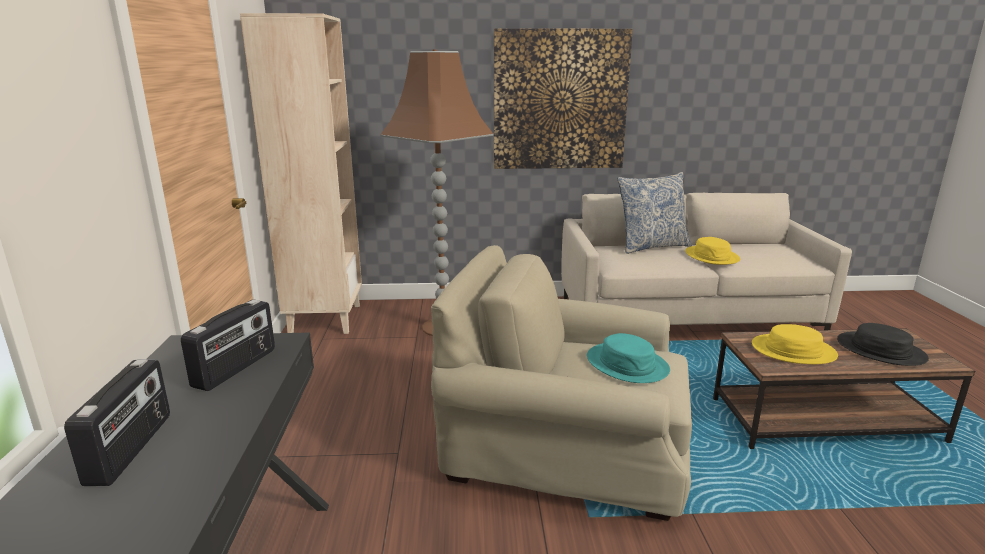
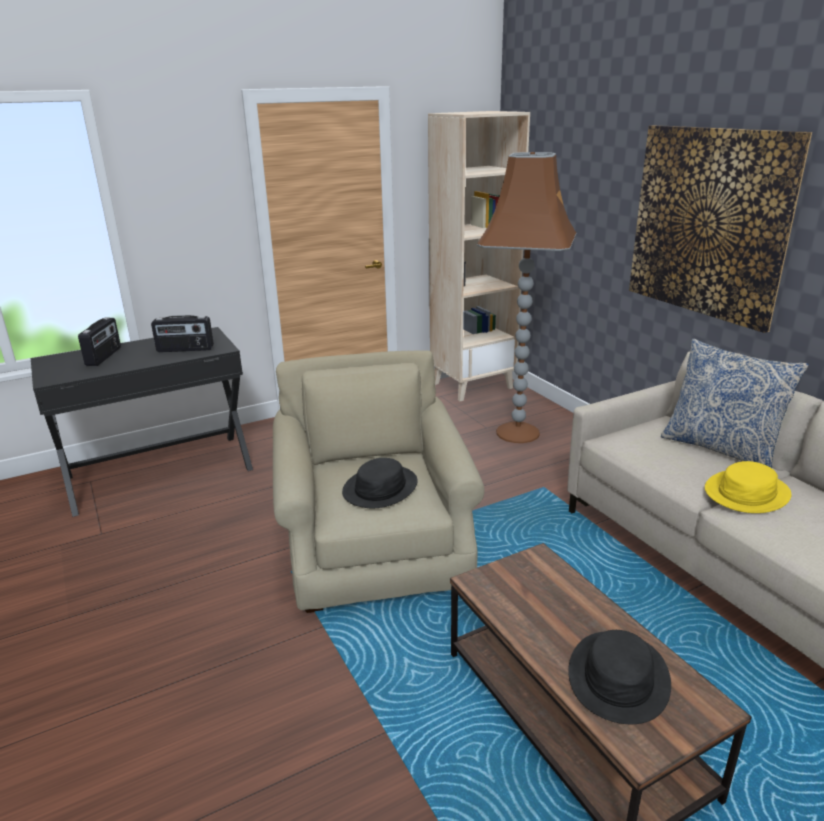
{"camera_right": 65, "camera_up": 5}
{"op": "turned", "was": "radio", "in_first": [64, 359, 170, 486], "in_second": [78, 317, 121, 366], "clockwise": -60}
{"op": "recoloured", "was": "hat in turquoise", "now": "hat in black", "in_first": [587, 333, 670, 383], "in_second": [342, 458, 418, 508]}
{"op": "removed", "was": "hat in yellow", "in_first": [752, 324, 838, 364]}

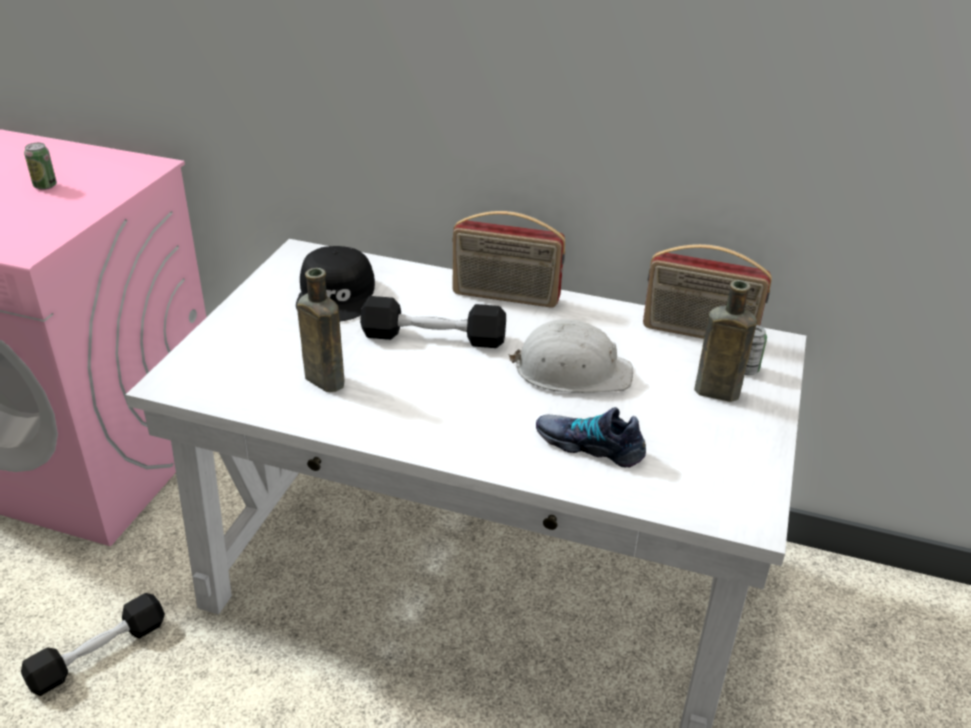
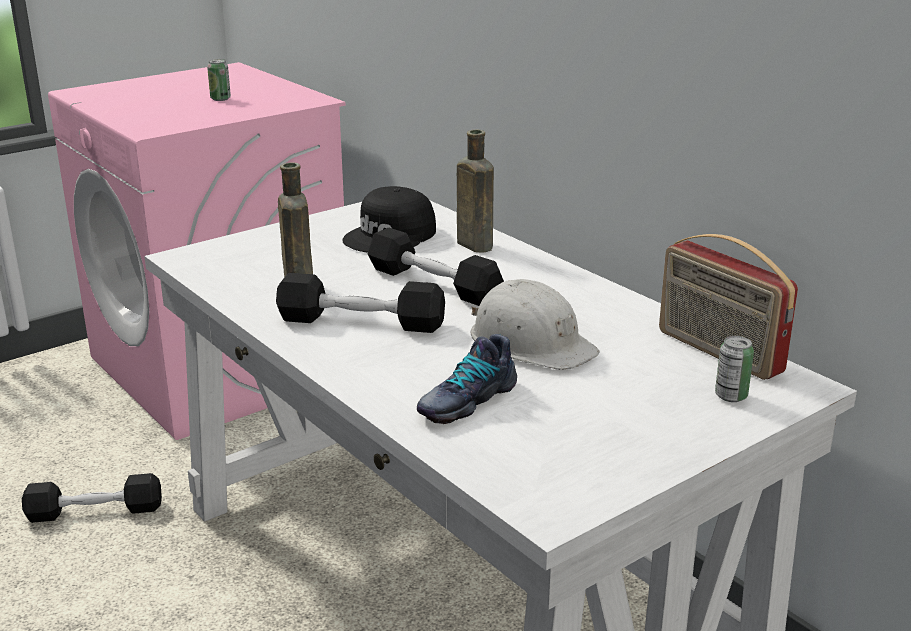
{"camera_right": 35, "camera_up": -10}
{"op": "removed", "was": "radio", "in_first": [452, 211, 565, 308]}
{"op": "turned", "was": "shoe", "in_first": [536, 407, 646, 468], "in_second": [417, 334, 517, 424], "clockwise": -105}
{"op": "moved", "was": "bottle in brown", "in_first": [689, 280, 757, 402], "in_second": [457, 130, 494, 253]}
{"op": "added", "now": "dumbbell in black", "in_second": [276, 273, 445, 333]}

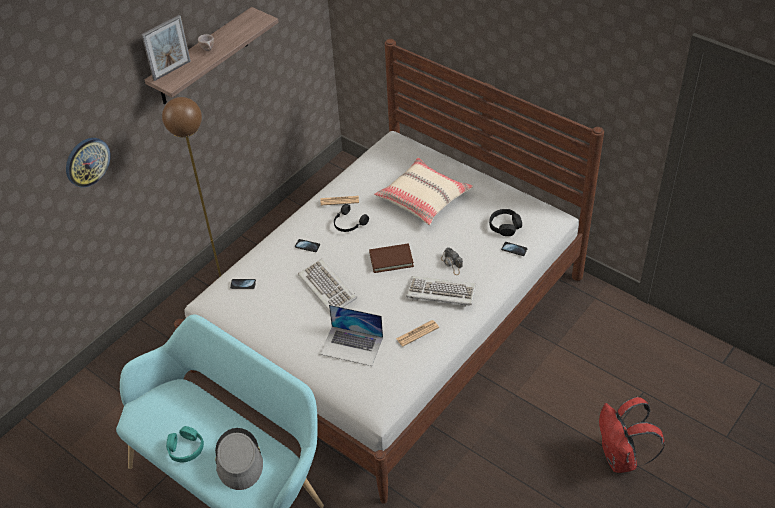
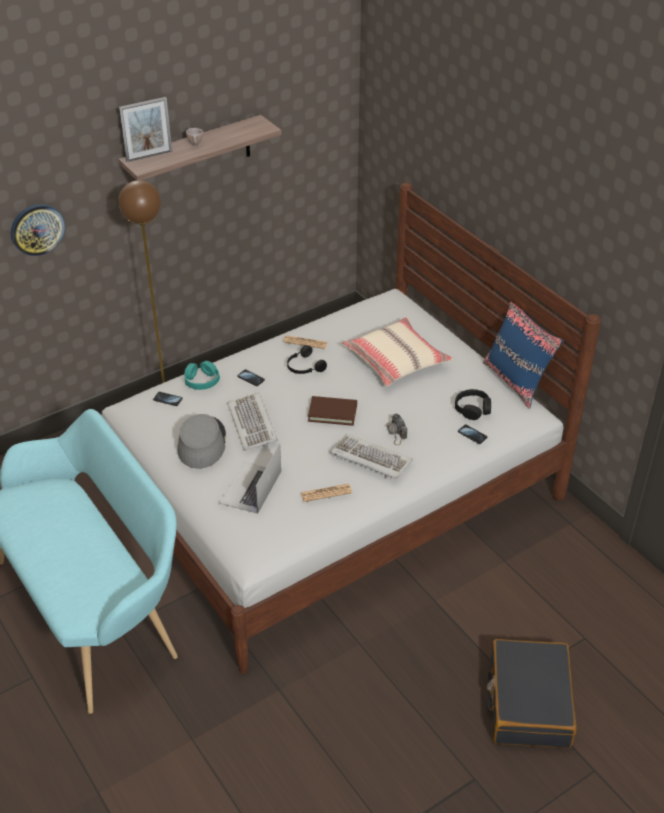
{"camera_right": 15, "camera_up": -5}
{"op": "moved", "was": "headphones in turquoise", "in_first": [166, 426, 204, 462], "in_second": [184, 361, 220, 390]}
{"op": "moved", "was": "hat in grey", "in_first": [215, 428, 263, 490], "in_second": [177, 414, 226, 469]}
{"op": "turned", "was": "laptop", "in_first": [320, 305, 383, 366], "in_second": [219, 444, 281, 514], "clockwise": 75}
{"op": "replaced", "was": "backpack in red", "now": "suitcase in black", "in_first": [599, 397, 665, 473], "in_second": [486, 639, 577, 748]}
{"op": "added", "now": "pillow in blue", "in_second": [483, 301, 563, 409]}

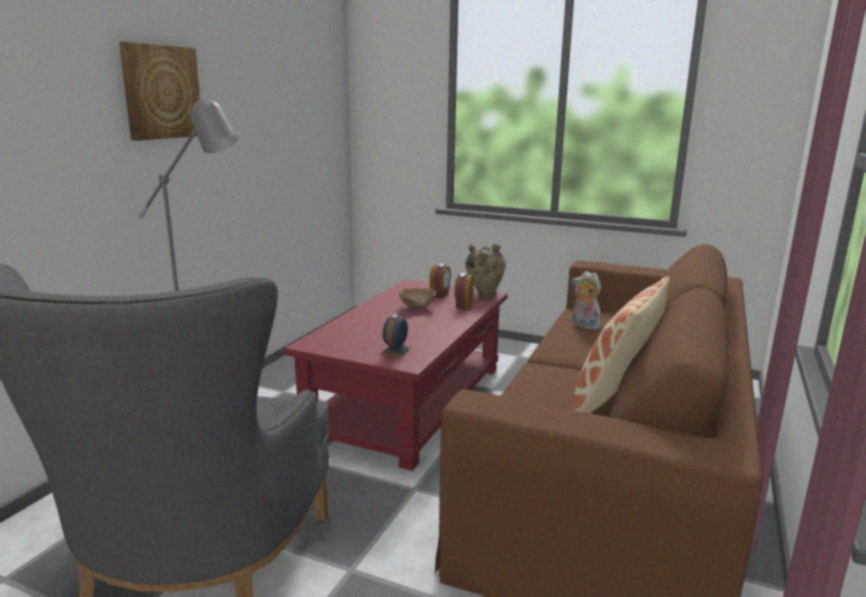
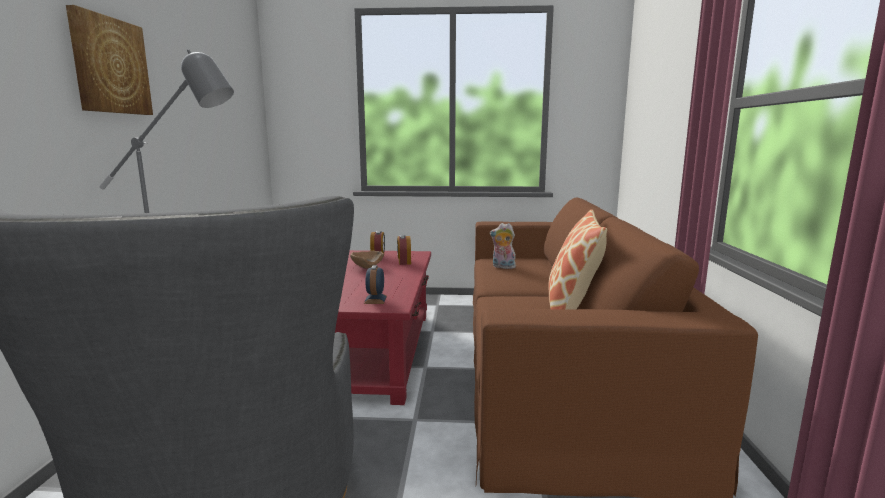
{"camera_right": -20, "camera_up": -5}
{"op": "removed", "was": "vase in beige", "in_first": [465, 244, 506, 297]}

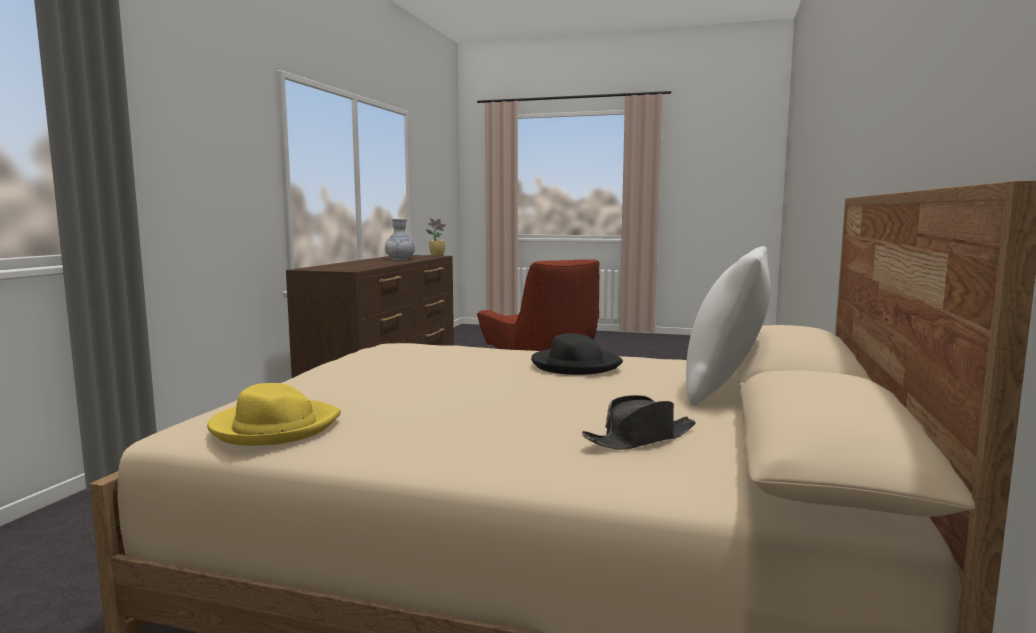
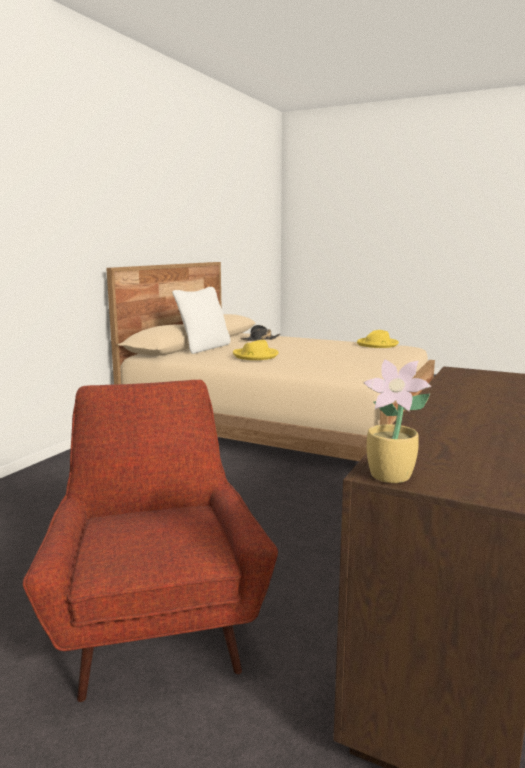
{"camera_right": -170, "camera_up": 5}
{"op": "removed", "was": "vase", "in_first": [385, 219, 415, 260]}
{"op": "recoloured", "was": "hat in black", "now": "hat in yellow", "in_first": [531, 333, 623, 375], "in_second": [233, 340, 279, 360]}

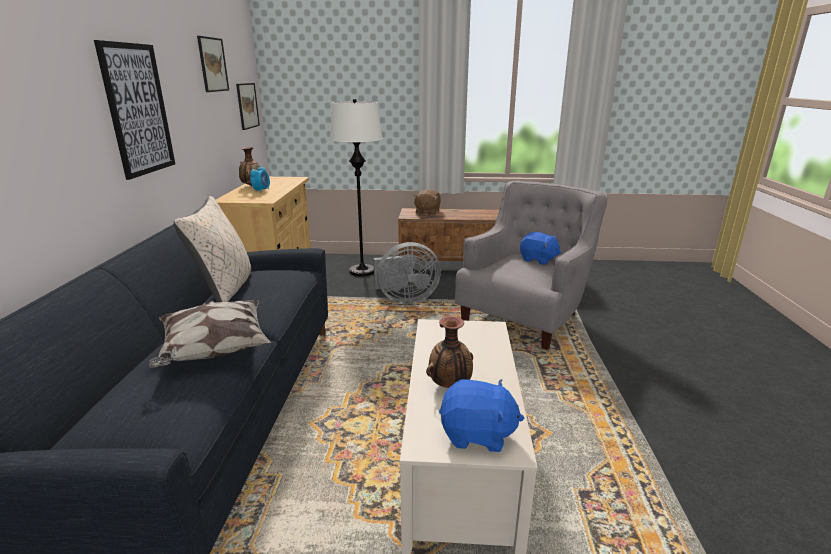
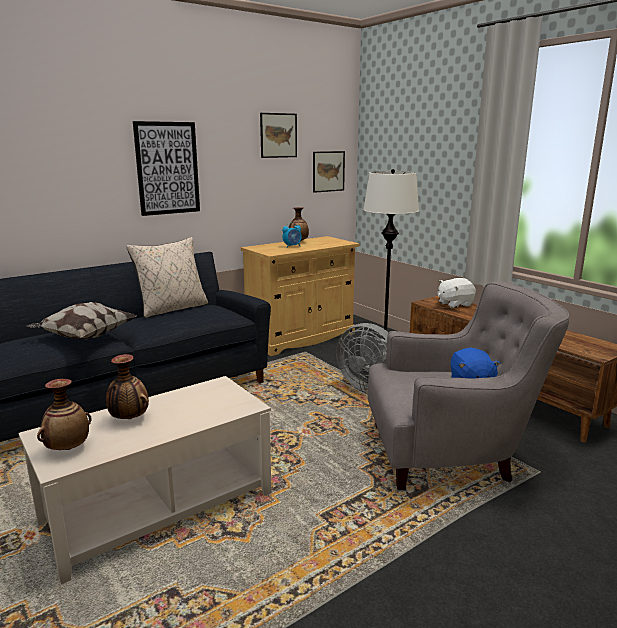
{"camera_right": 50, "camera_up": -5}
{"op": "recoloured", "was": "plush toy in brown", "now": "plush toy in white", "in_first": [413, 189, 441, 215], "in_second": [438, 278, 476, 308]}
{"op": "replaced", "was": "plush toy in blue", "now": "vase", "in_first": [439, 379, 524, 452], "in_second": [37, 379, 92, 450]}

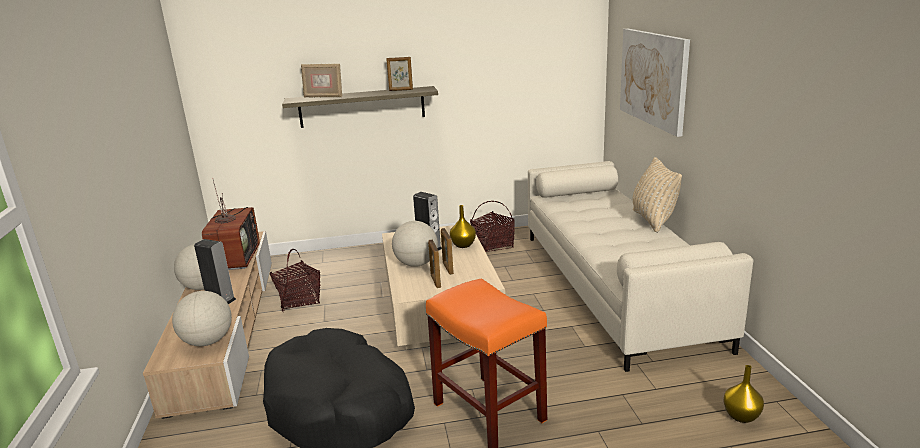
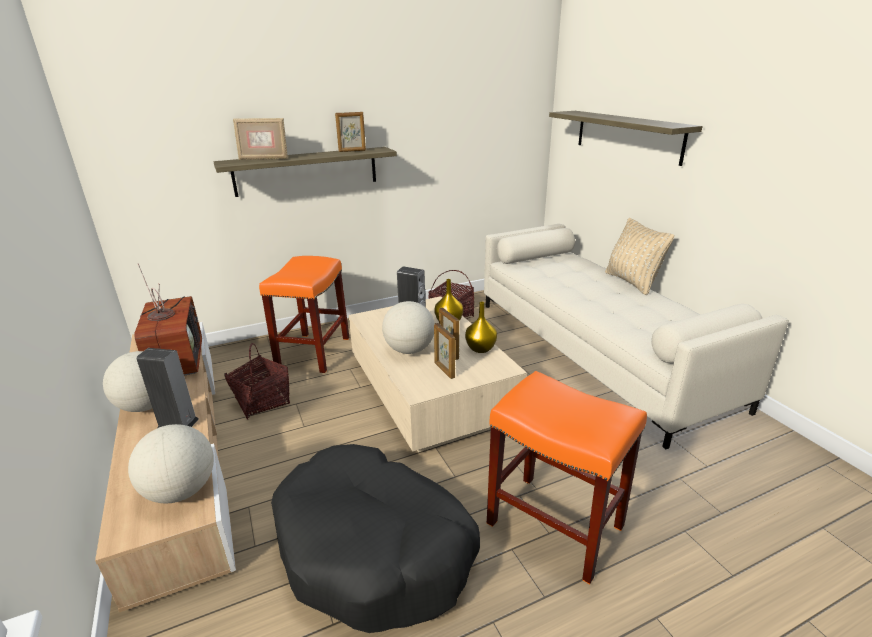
{"camera_right": -15, "camera_up": 5}
{"op": "replaced", "was": "picture", "now": "shelf", "in_first": [620, 29, 690, 137], "in_second": [549, 111, 703, 166]}
{"op": "moved", "was": "vase in yellow", "in_first": [723, 365, 764, 423], "in_second": [465, 302, 497, 353]}
{"op": "added", "now": "stool in orange", "in_second": [259, 256, 349, 373]}

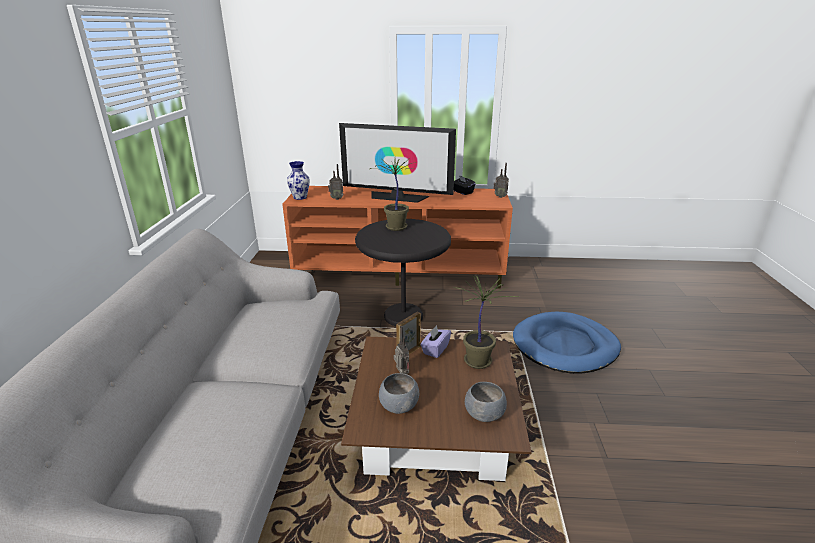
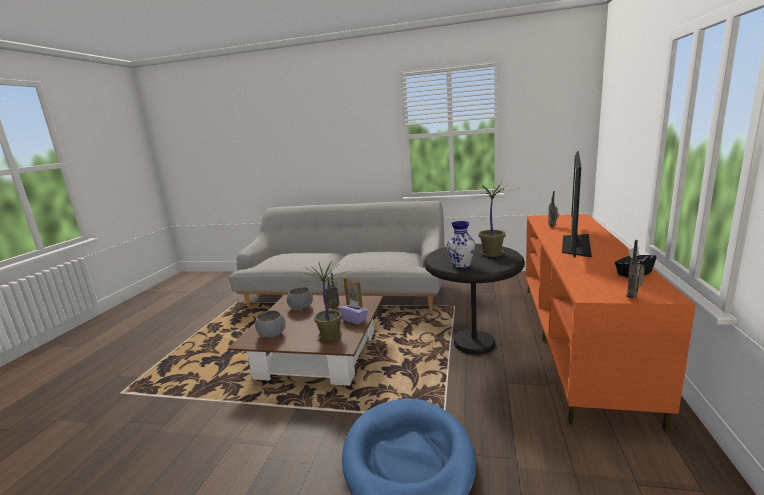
{"camera_right": 100, "camera_up": -10}
{"op": "moved", "was": "vase", "in_first": [287, 161, 310, 200], "in_second": [447, 221, 475, 269]}

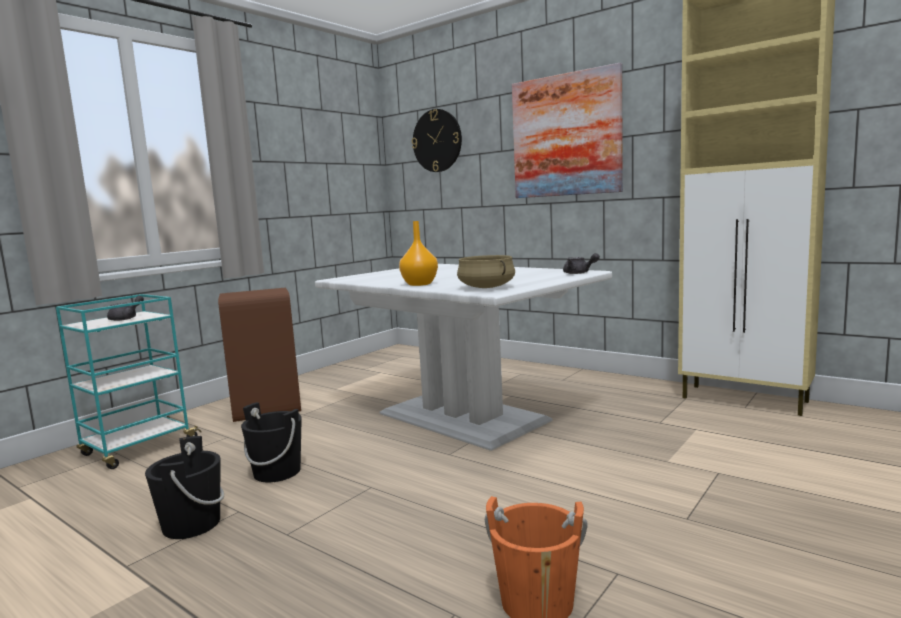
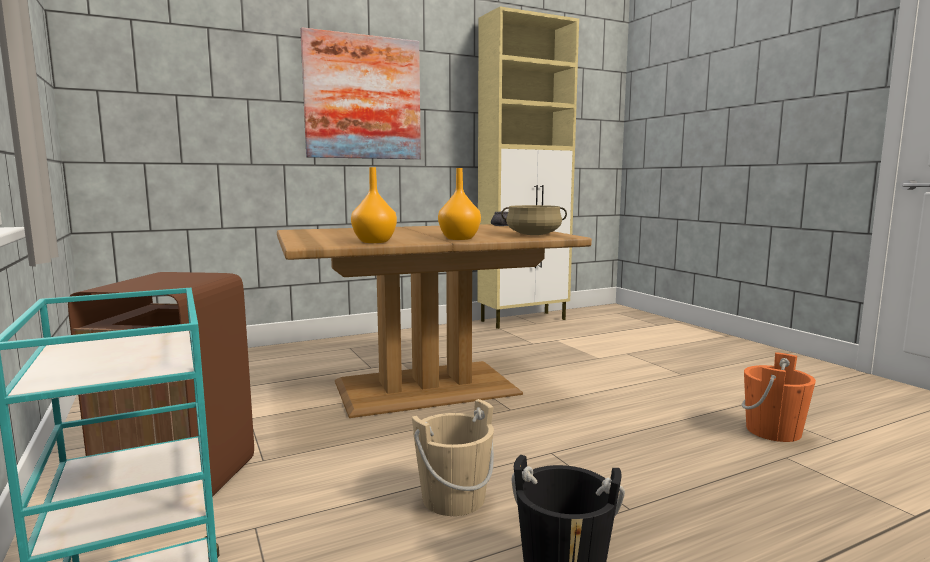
{"camera_right": -65, "camera_up": 0}
{"op": "removed", "was": "teapot in grey", "in_first": [107, 296, 144, 321]}
{"op": "recoloured", "was": "bucket in black", "now": "bucket in beige", "in_first": [241, 402, 302, 483], "in_second": [412, 399, 494, 516]}
{"op": "recoloured", "was": "dining table in white", "now": "dining table in brown", "in_first": [315, 264, 612, 451], "in_second": [277, 224, 592, 418]}
{"op": "removed", "was": "wall clock", "in_first": [412, 109, 462, 172]}
{"op": "added", "now": "vase in orange", "in_second": [351, 167, 397, 243]}

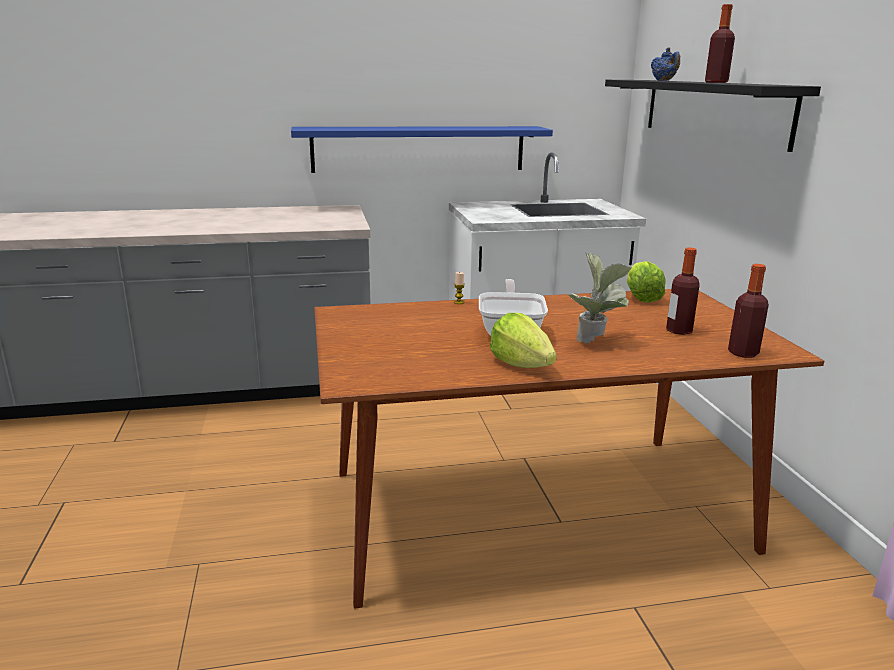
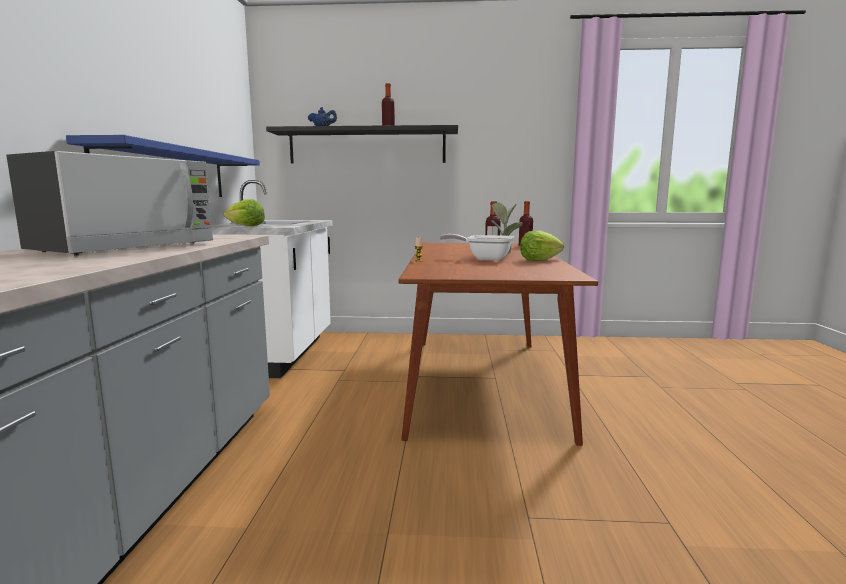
{"camera_right": -75, "camera_up": -10}
{"op": "moved", "was": "lettuce", "in_first": [627, 261, 666, 303], "in_second": [224, 199, 265, 226]}
{"op": "added", "now": "microwave", "in_second": [6, 151, 213, 255]}

